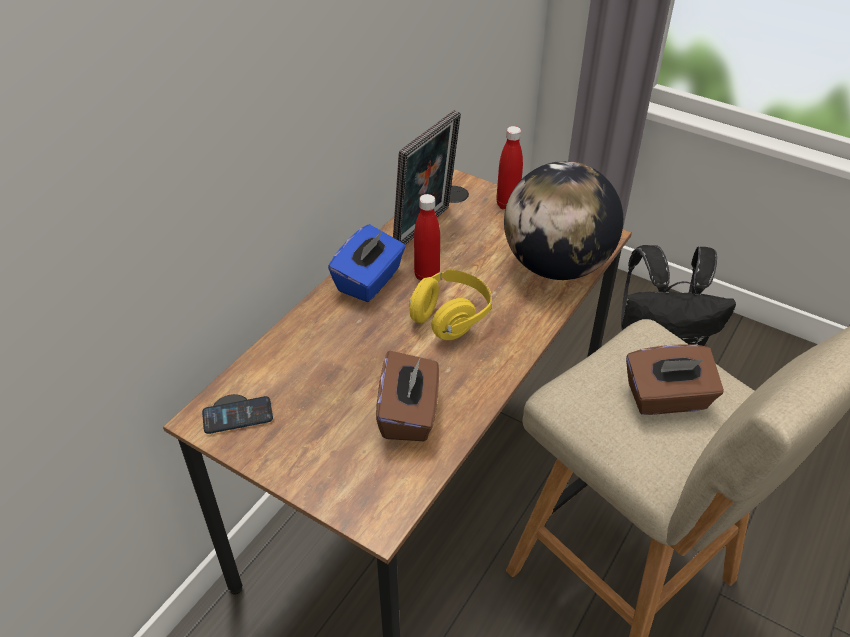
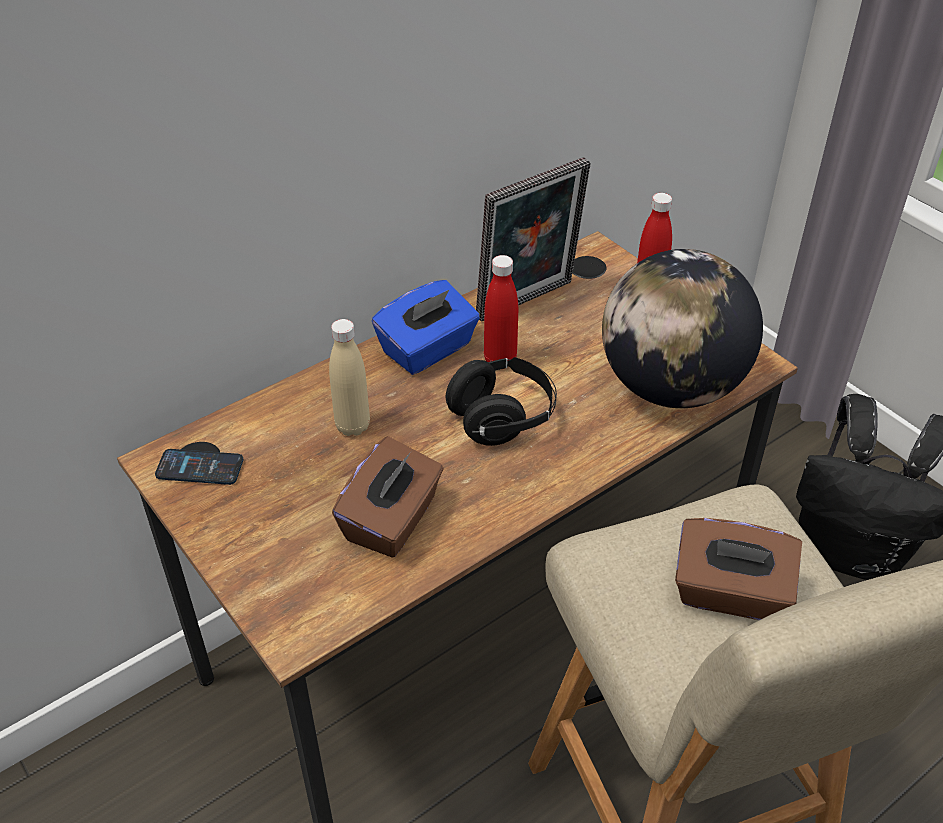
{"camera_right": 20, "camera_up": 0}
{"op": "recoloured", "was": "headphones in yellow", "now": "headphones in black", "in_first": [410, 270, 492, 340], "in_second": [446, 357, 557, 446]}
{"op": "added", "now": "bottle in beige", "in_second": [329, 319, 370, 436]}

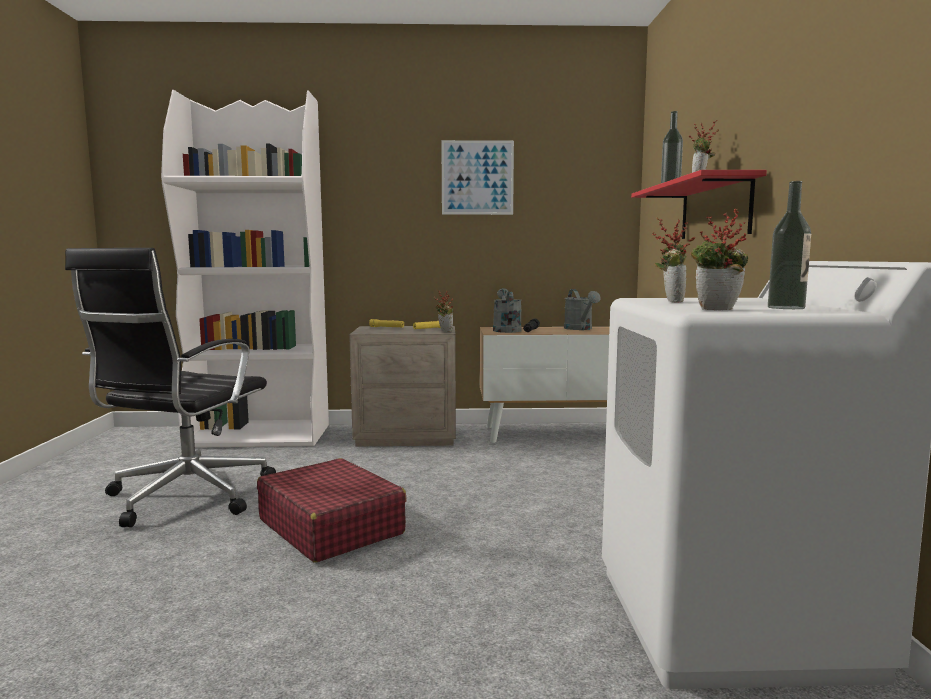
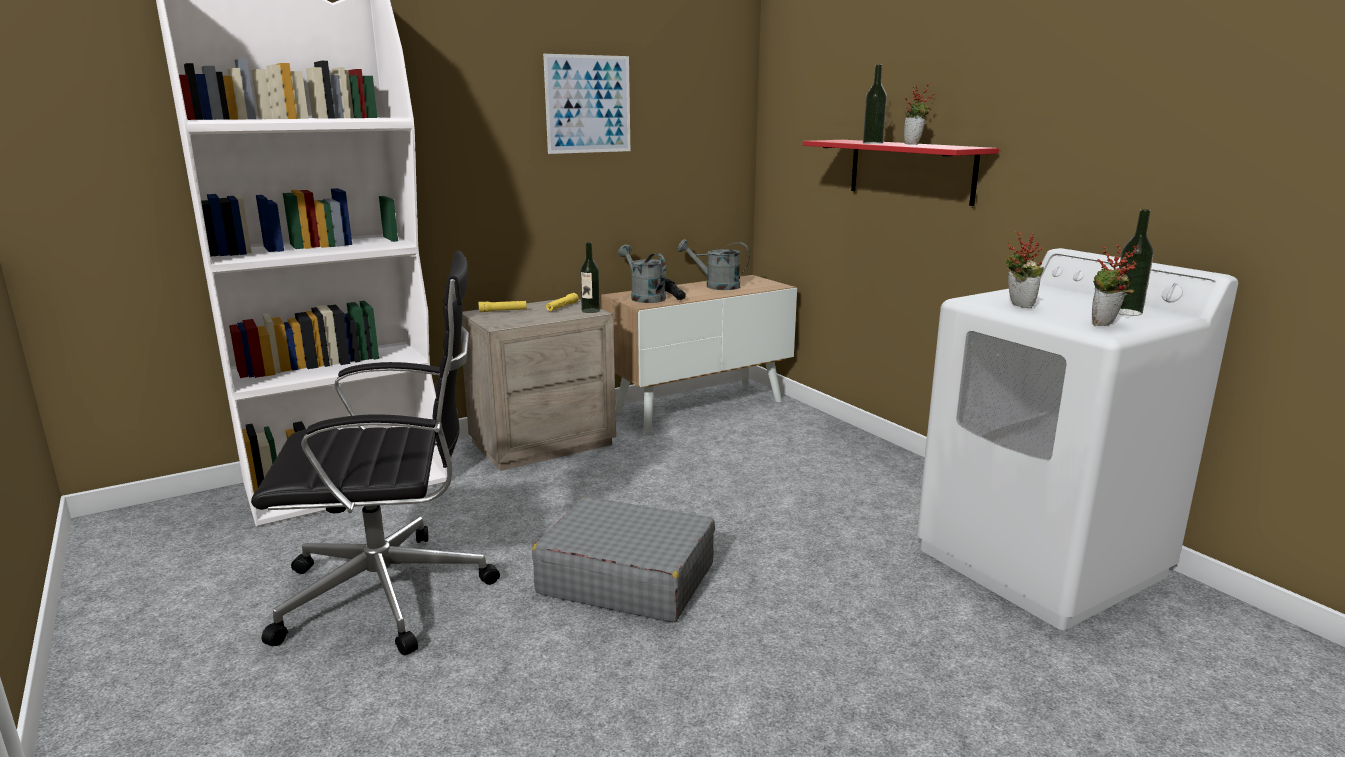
{"camera_right": -30, "camera_up": 10}
{"op": "turned", "was": "office chair in black", "in_first": [65, 248, 276, 527], "in_second": [251, 251, 500, 655], "clockwise": -90}
{"op": "recoloured", "was": "suitcase in red", "now": "suitcase in grey", "in_first": [257, 458, 407, 562], "in_second": [532, 497, 715, 622]}
{"op": "replaced", "was": "potted plant", "now": "bottle", "in_first": [433, 290, 454, 332], "in_second": [580, 242, 600, 313]}
{"op": "turned", "was": "watering can in grey", "in_first": [564, 289, 600, 330], "in_second": [677, 239, 750, 290], "clockwise": 150}

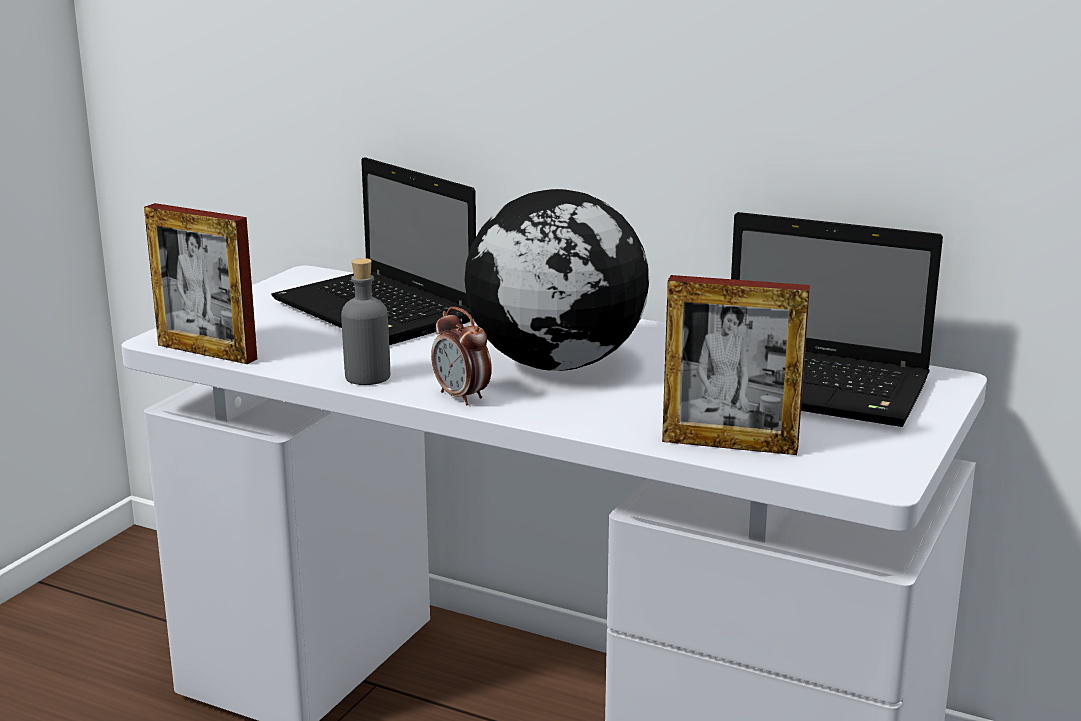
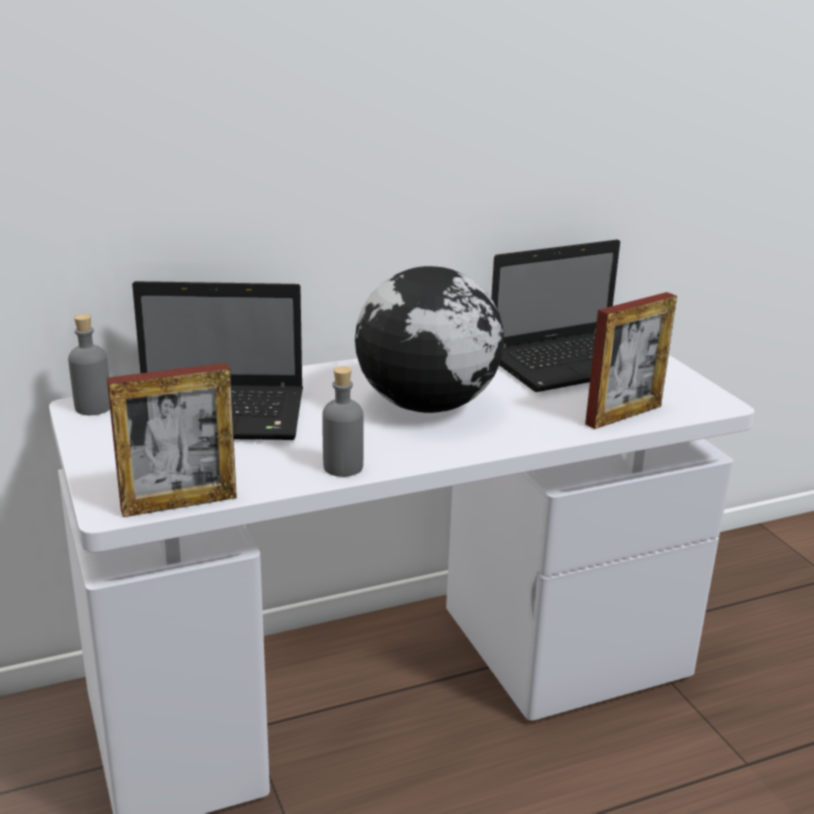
{"camera_right": -50, "camera_up": 5}
{"op": "removed", "was": "alarm clock", "in_first": [431, 307, 492, 405]}
{"op": "added", "now": "bottle in grey", "in_second": [68, 314, 110, 415]}

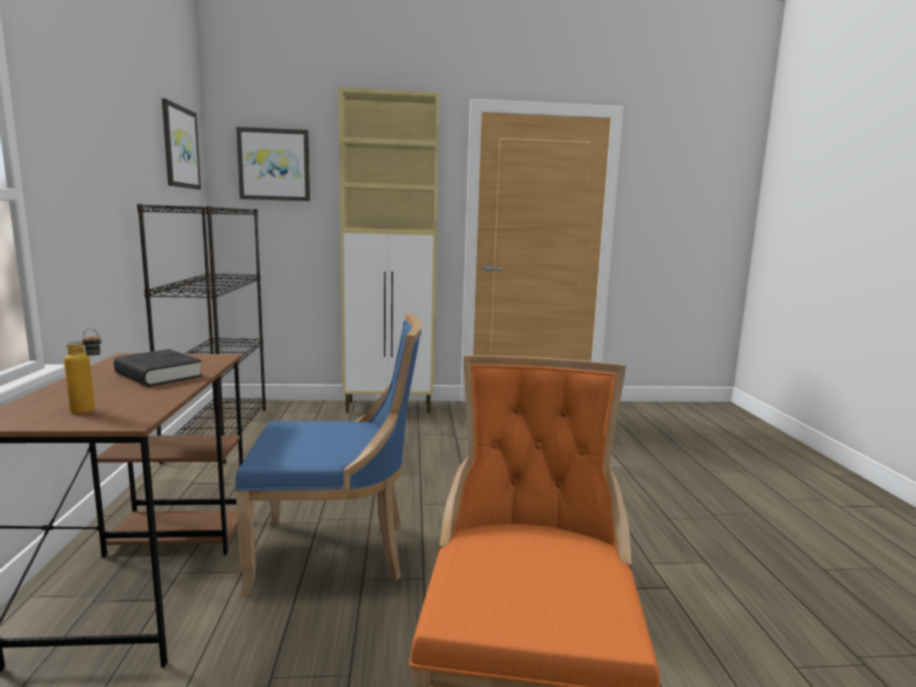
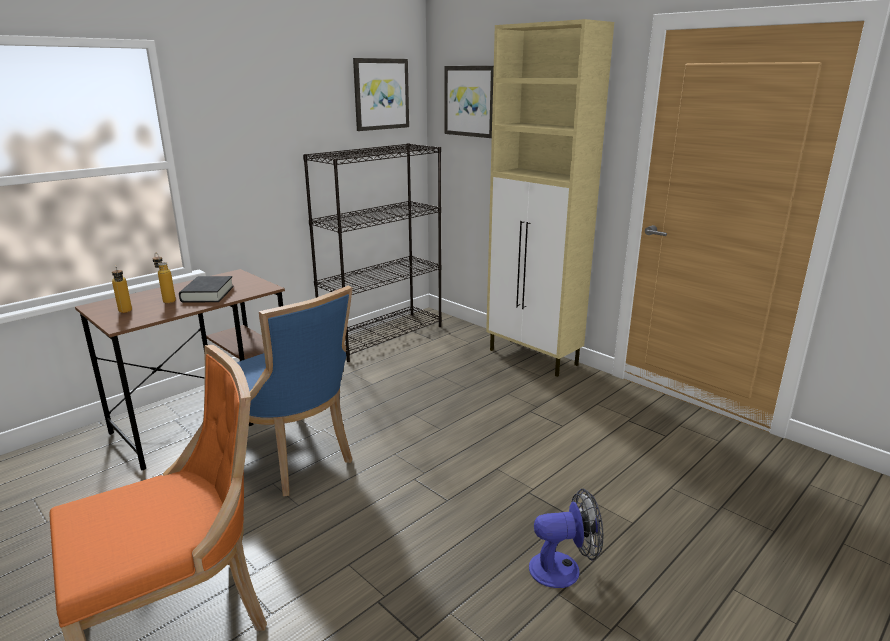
{"camera_right": 50, "camera_up": 10}
{"op": "added", "now": "bottle", "in_second": [152, 253, 176, 303]}
{"op": "added", "now": "fan", "in_second": [529, 489, 604, 588]}

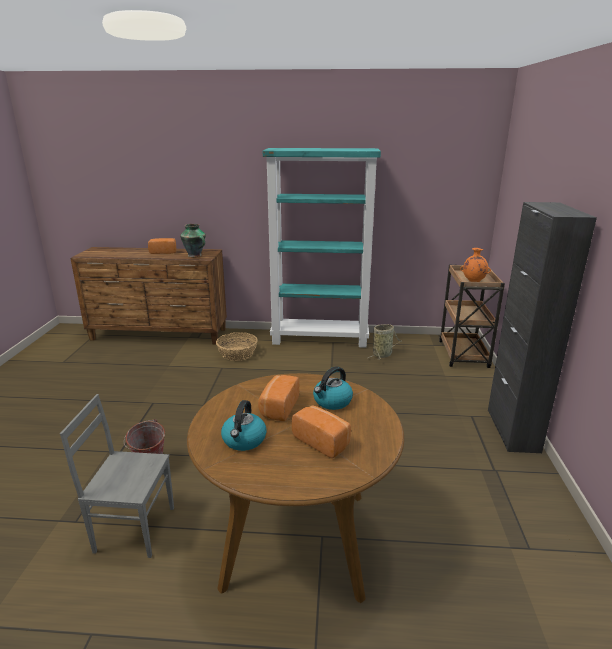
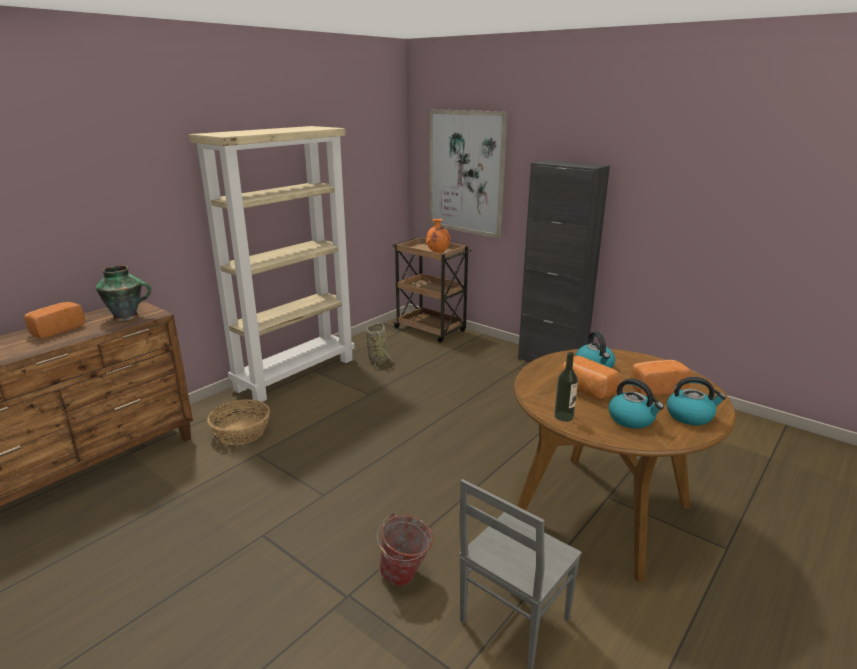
{"camera_right": -55, "camera_up": 0}
{"op": "recoloured", "was": "bookcase in turquoise", "now": "bookcase in beige", "in_first": [262, 148, 381, 348], "in_second": [189, 126, 355, 402]}
{"op": "added", "now": "picture", "in_second": [430, 109, 508, 238]}
{"op": "added", "now": "bottle", "in_second": [554, 352, 578, 422]}
{"op": "added", "now": "kettle", "in_second": [667, 377, 726, 425]}

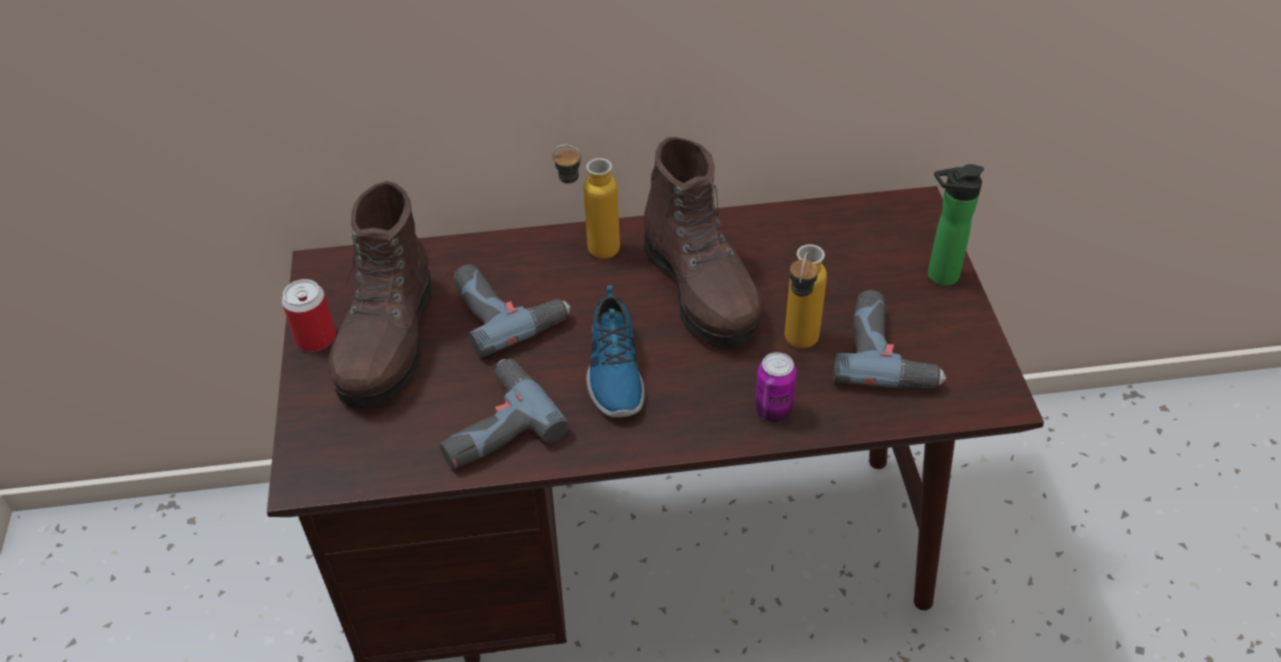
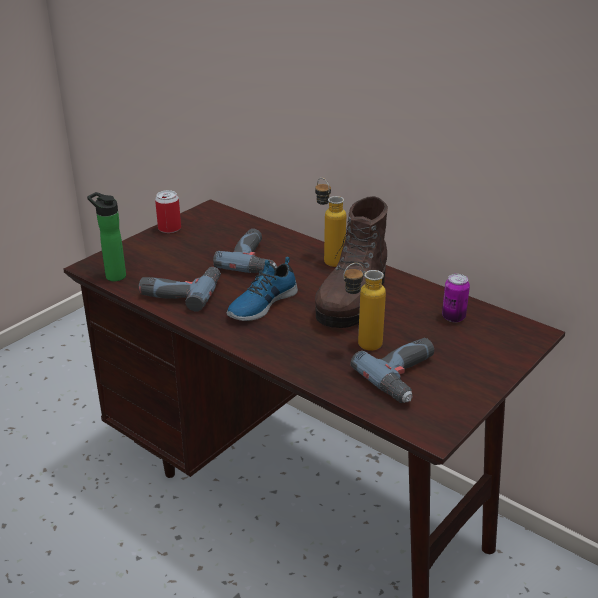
{"camera_right": 45, "camera_up": -15}
{"op": "removed", "was": "boot in brown", "in_first": [328, 181, 432, 409]}
{"op": "moved", "was": "can", "in_first": [755, 352, 797, 422], "in_second": [442, 274, 470, 322]}
{"op": "moved", "was": "bottle", "in_first": [928, 164, 984, 286], "in_second": [87, 192, 126, 281]}

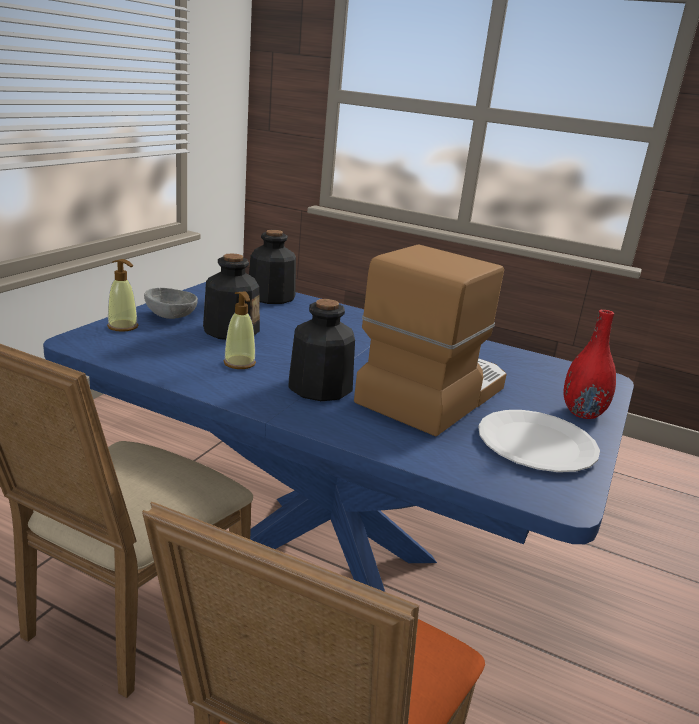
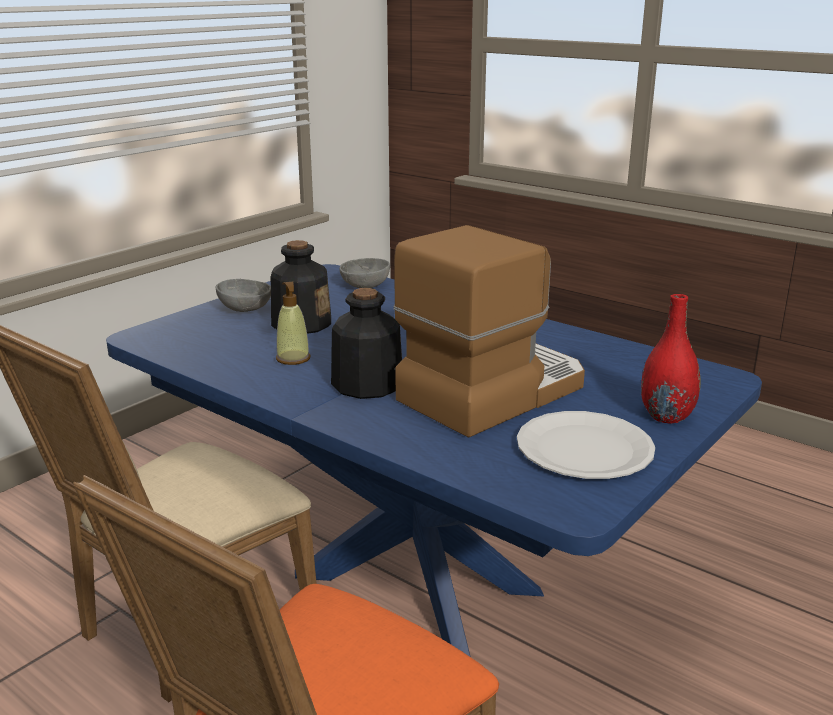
{"camera_right": 15, "camera_up": 0}
{"op": "removed", "was": "soap dispenser", "in_first": [107, 259, 138, 332]}
{"op": "replaced", "was": "bottle", "now": "bowl in grey", "in_first": [249, 230, 296, 304], "in_second": [339, 258, 390, 288]}

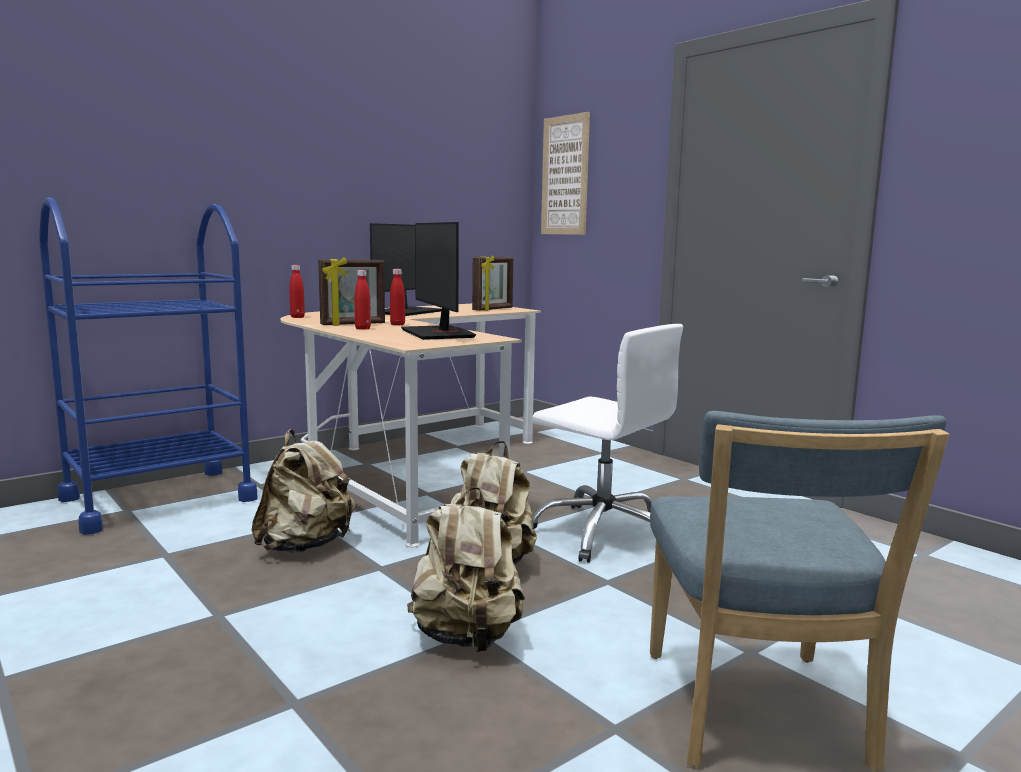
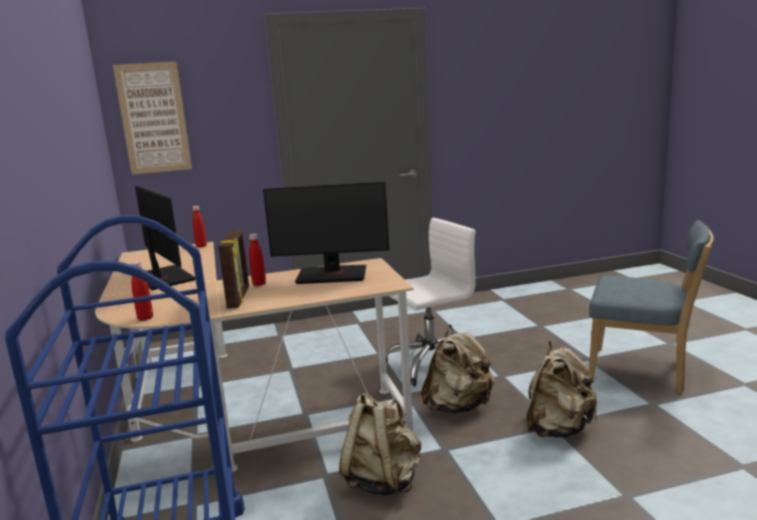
{"camera_right": -65, "camera_up": 5}
{"op": "moved", "was": "bottle in red", "in_first": [354, 270, 371, 330], "in_second": [192, 206, 207, 247]}
{"op": "removed", "was": "picture frame", "in_first": [472, 255, 513, 311]}

